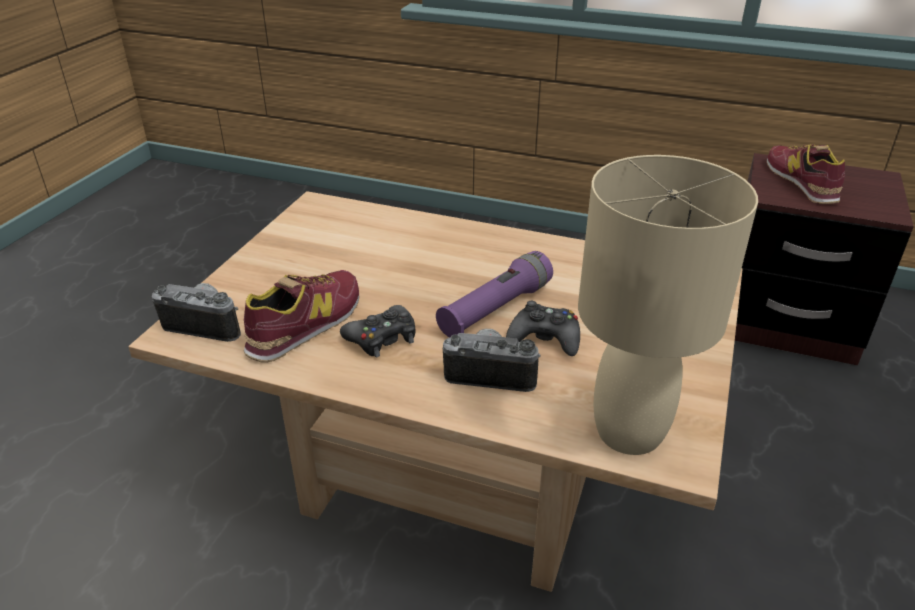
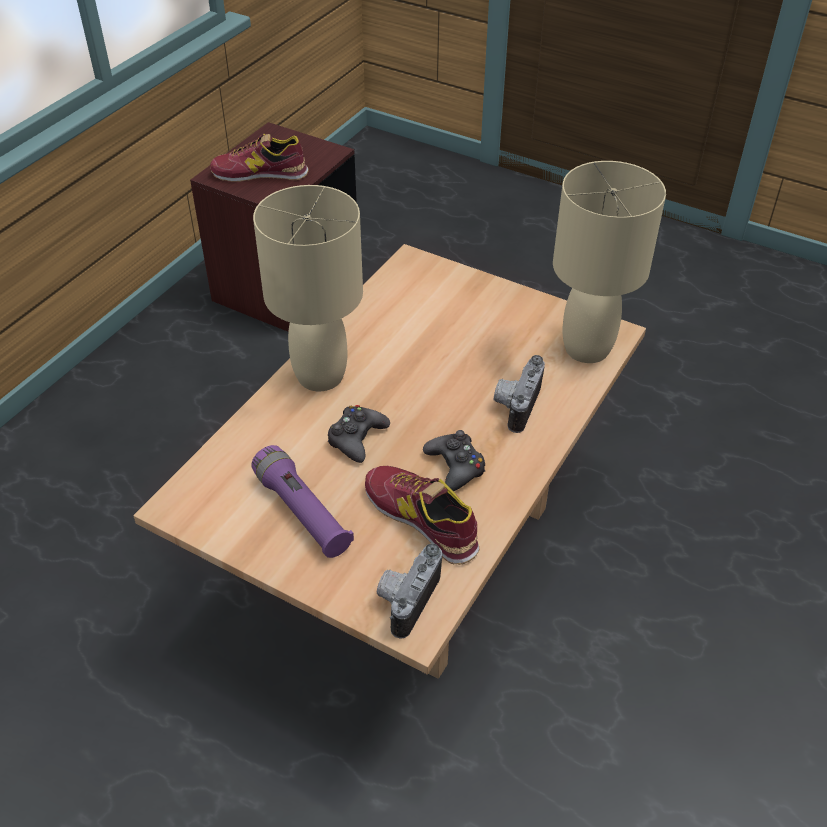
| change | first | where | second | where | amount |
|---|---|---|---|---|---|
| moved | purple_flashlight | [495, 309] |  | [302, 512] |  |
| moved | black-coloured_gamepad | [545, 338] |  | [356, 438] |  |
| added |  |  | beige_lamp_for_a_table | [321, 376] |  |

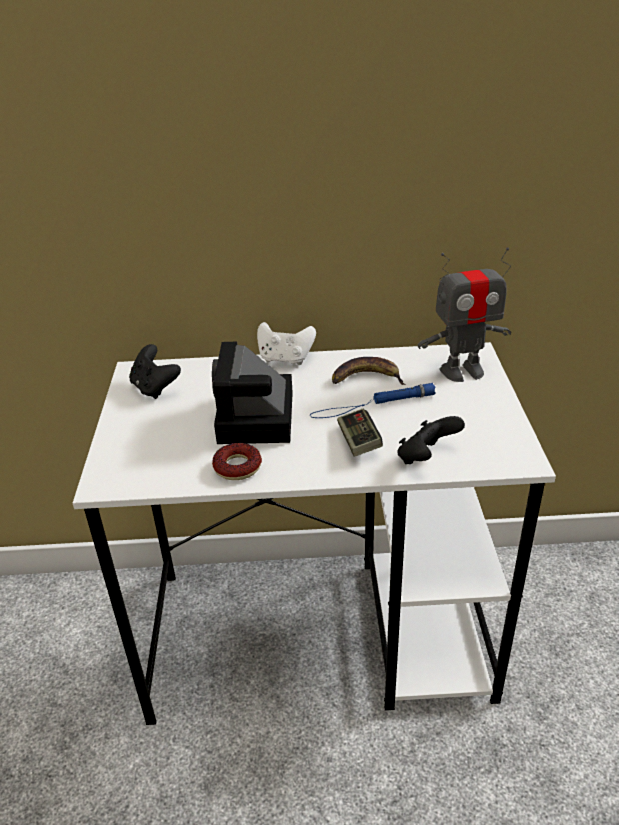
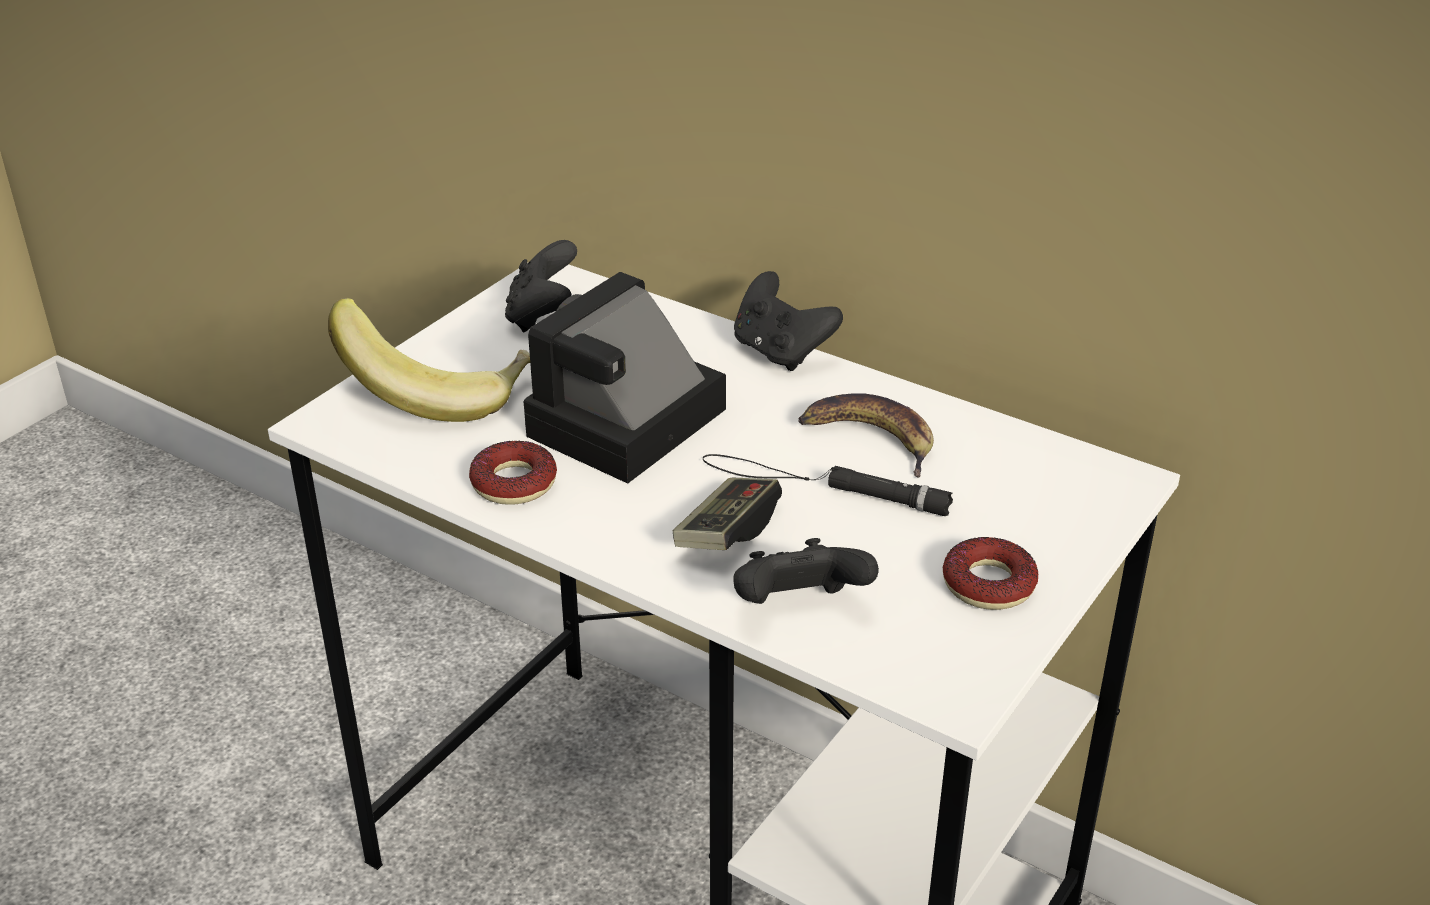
| change | first | where | second | where | amount |
|---|---|---|---|---|---|
| removed | toy_robot | [462, 371] |  |  |  |
| recoloured | white_gamepad | [285, 359] | black-coloured_gamepad | [780, 352] |  |
| recoloured | bluish_flashlight | [372, 405] | black-coloured_flashlight | [823, 486] |  |
| added |  |  | banana | [439, 393] |  |
| added |  |  | donut | [989, 584] |  |

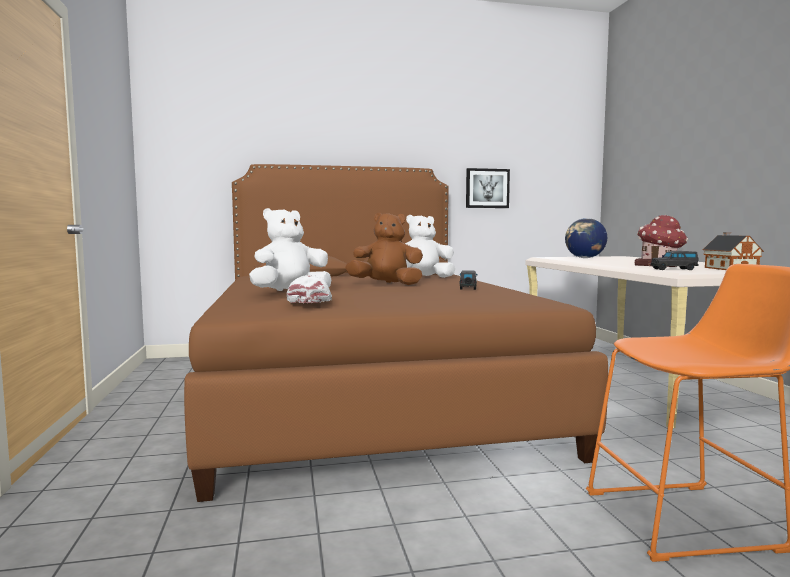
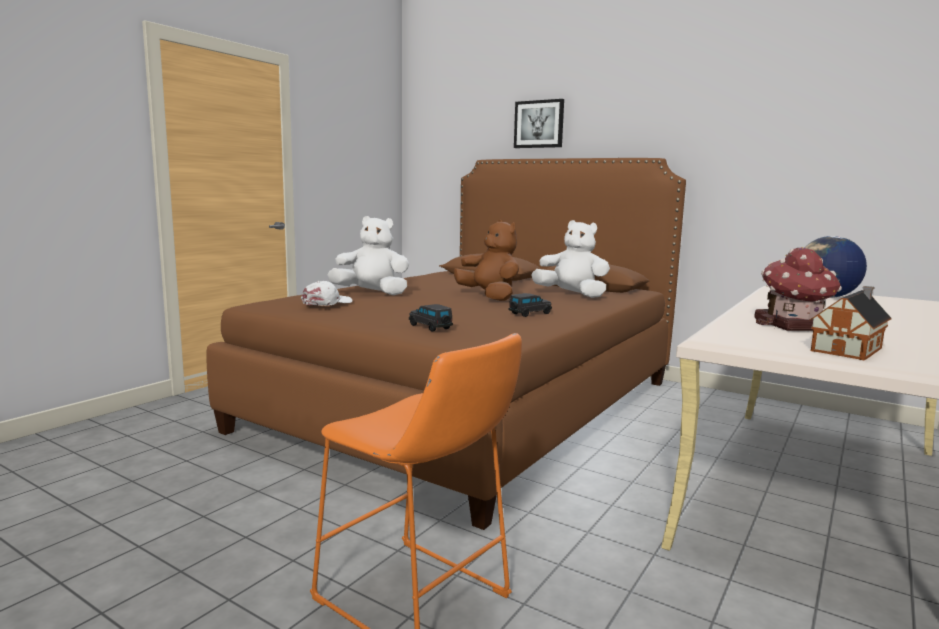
| change | first | where | second | where | amount |
|---|---|---|---|---|---|
| moved | wall_art | [487, 188] |  | [539, 124] |  |
| moved | black-coloured_model_car | [674, 269] |  | [430, 327] |  |

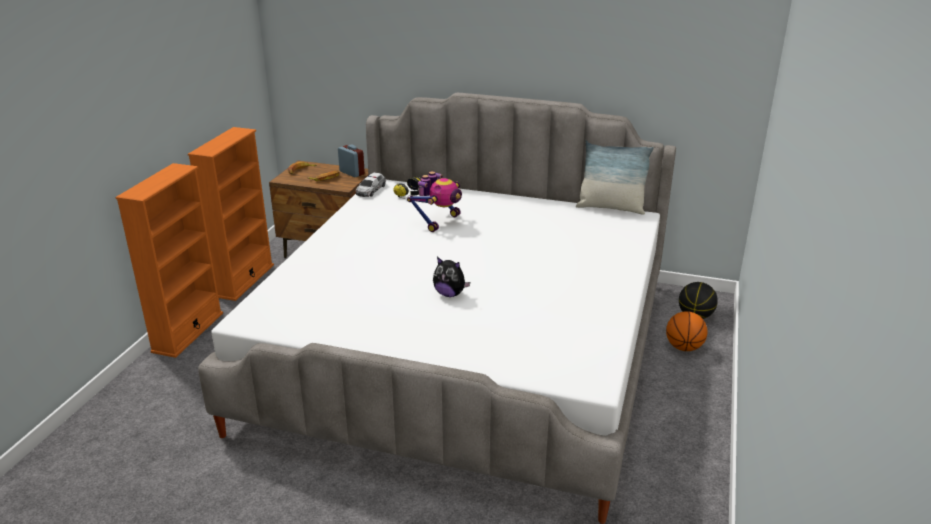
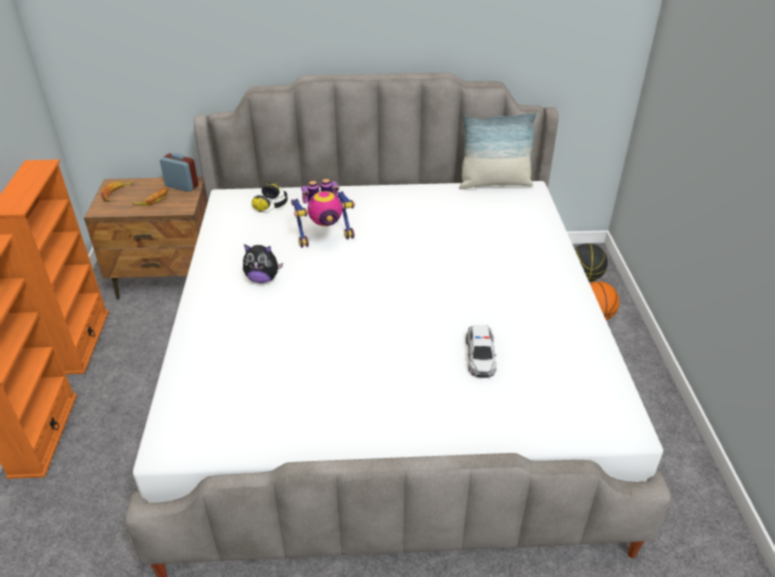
| change | first | where | second | where | amount |
|---|---|---|---|---|---|
| turned | toy_robot | [439, 221] |  | [325, 237] | 60 degrees clockwise |
| moved | model_car | [370, 190] |  | [480, 356] |  |
| moved | soft_toy | [450, 294] |  | [263, 279] |  |

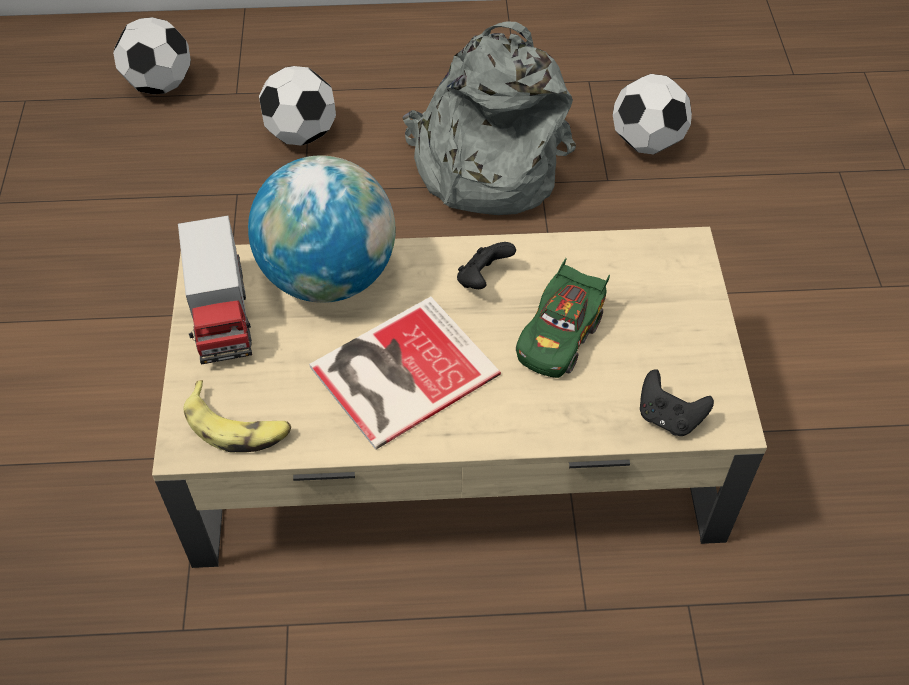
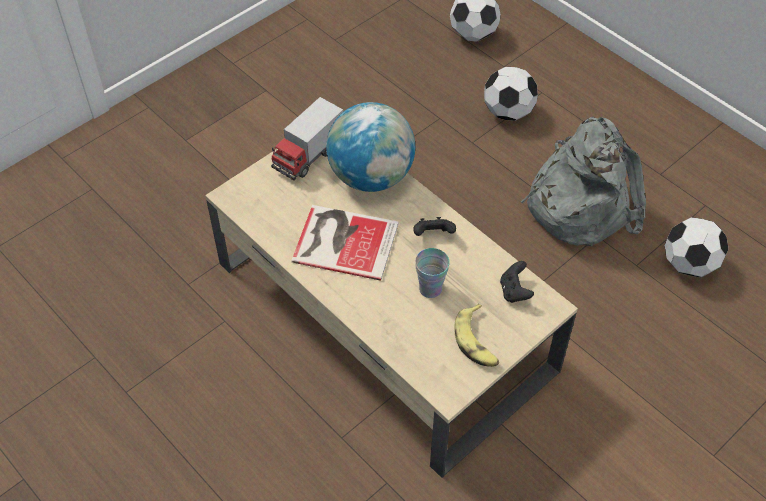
| change | first | where | second | where | amount |
|---|---|---|---|---|---|
| replaced | green-coloured_model_car | [560, 335] | small_cup | [430, 289] |  |
| moved | black-coloured_gamepad | [668, 417] |  | [514, 291] |  |
| moved | banana | [238, 426] |  | [477, 342] |  |

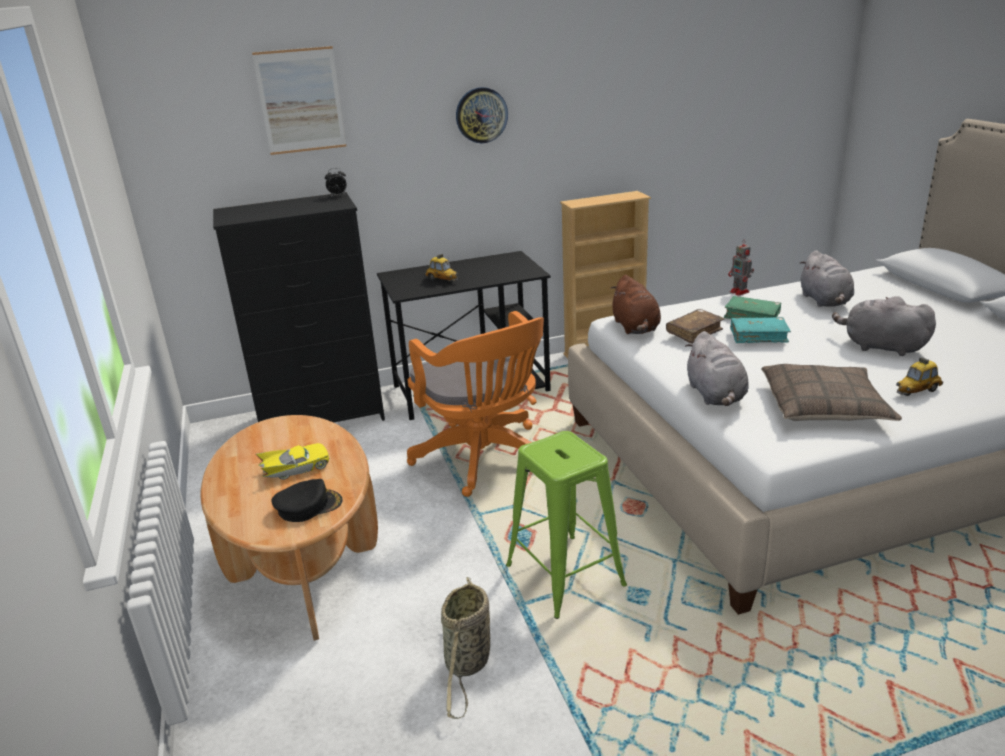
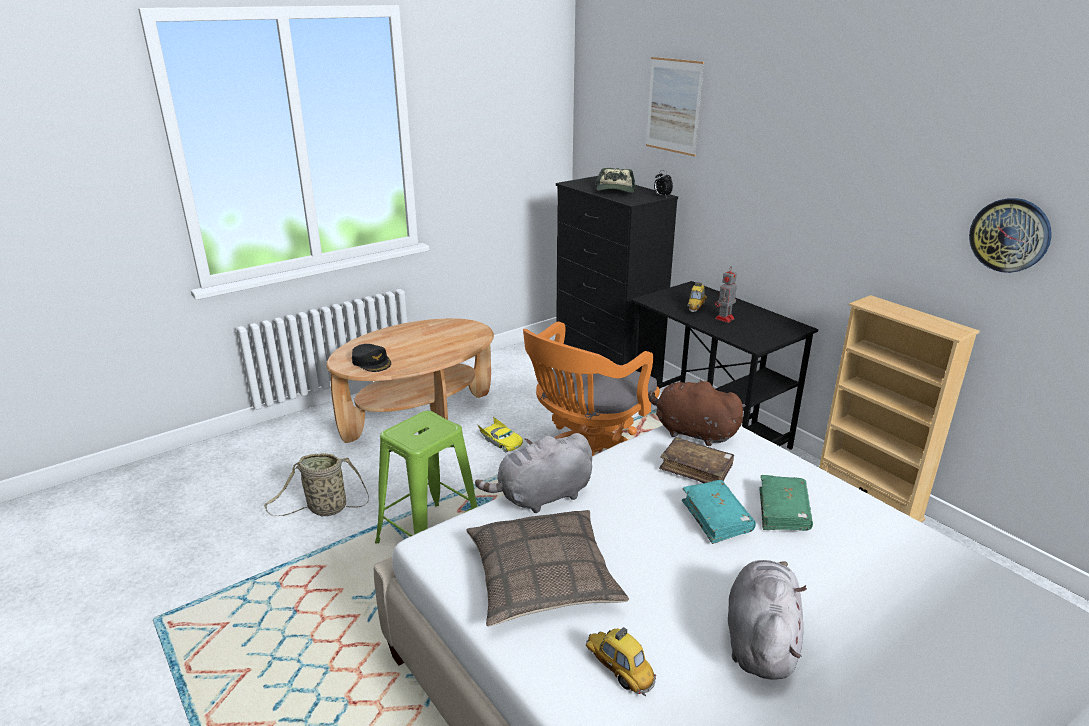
| change | first | where | second | where | amount |
|---|---|---|---|---|---|
| moved | wall_clock | [481, 115] |  | [1010, 235] |  |
| moved | toy_robot | [740, 292] |  | [724, 319] |  |
| removed | greyish_soft_toy | [825, 301] |  |  |  |
| turned | brown-coloured_soft_toy | [635, 328] |  | [692, 432] | 60 degrees clockwise |
| moved | yellow_model_car | [296, 469] |  | [501, 441] |  |
| added |  |  | cap | [615, 191] |  |

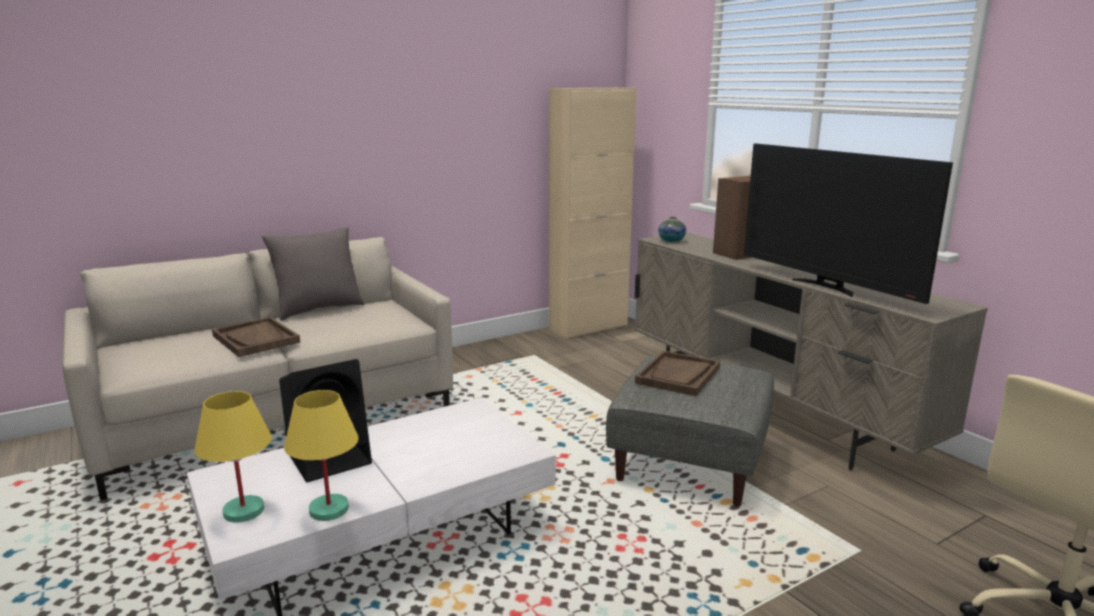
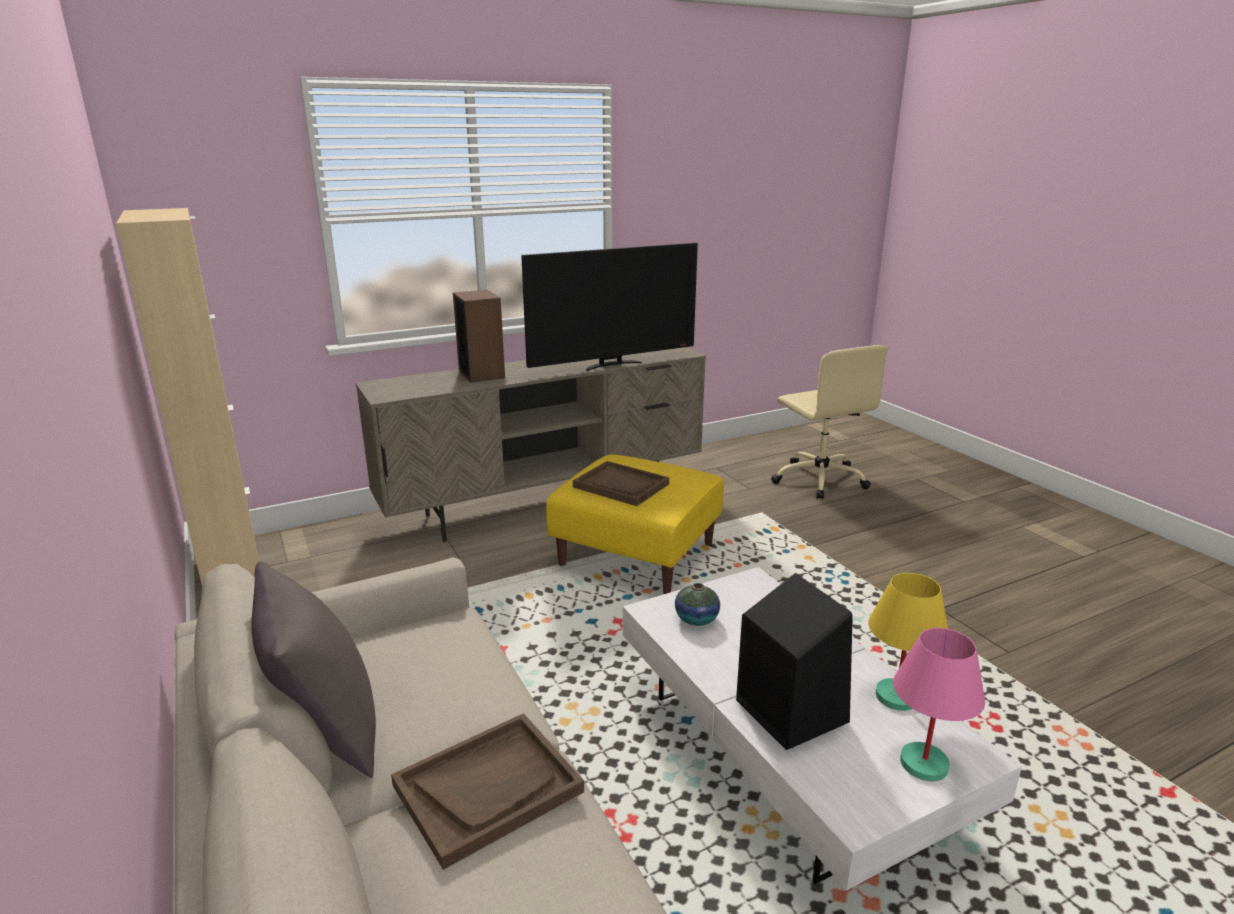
| change | first | where | second | where | amount |
|---|---|---|---|---|---|
| moved | decorative_vase | [671, 241] |  | [696, 619] |  |
| recoloured | greyish_pouffe | [691, 462] | yellow_pouffe | [637, 554] |  |
| recoloured | yellow_lamp_for_a_table | [244, 511] | pink-coloured_lamp_for_a_table | [922, 763] |  |

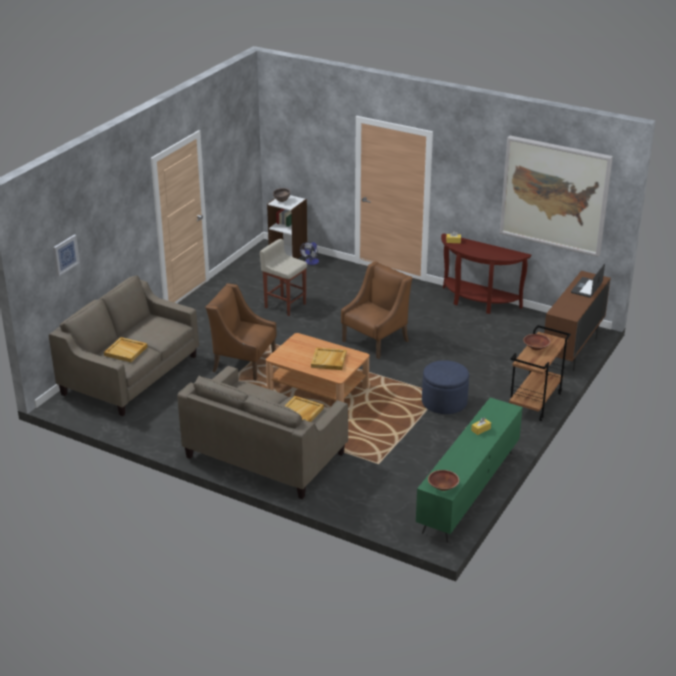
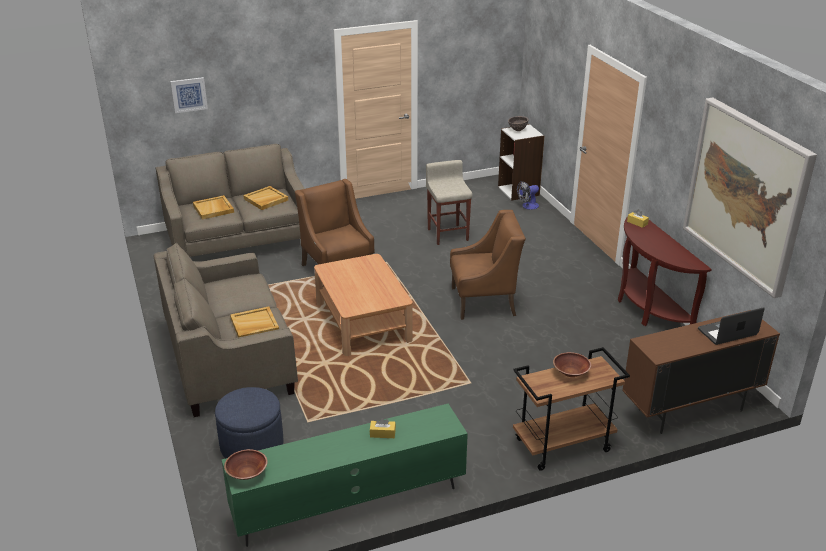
| change | first | where | second | where | amount |
|---|---|---|---|---|---|
| moved | beige_carrying_tray | [329, 360] |  | [266, 200] |  |
| moved | bluish_pouffe | [444, 402] |  | [252, 445] |  |

